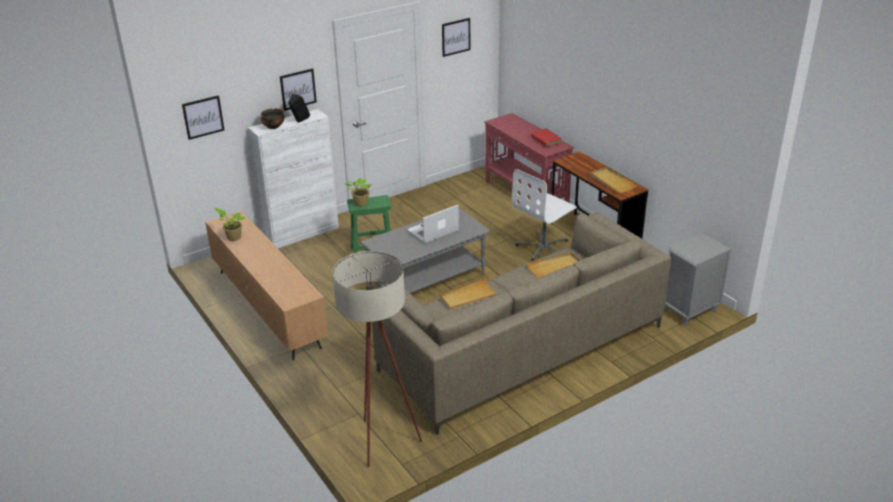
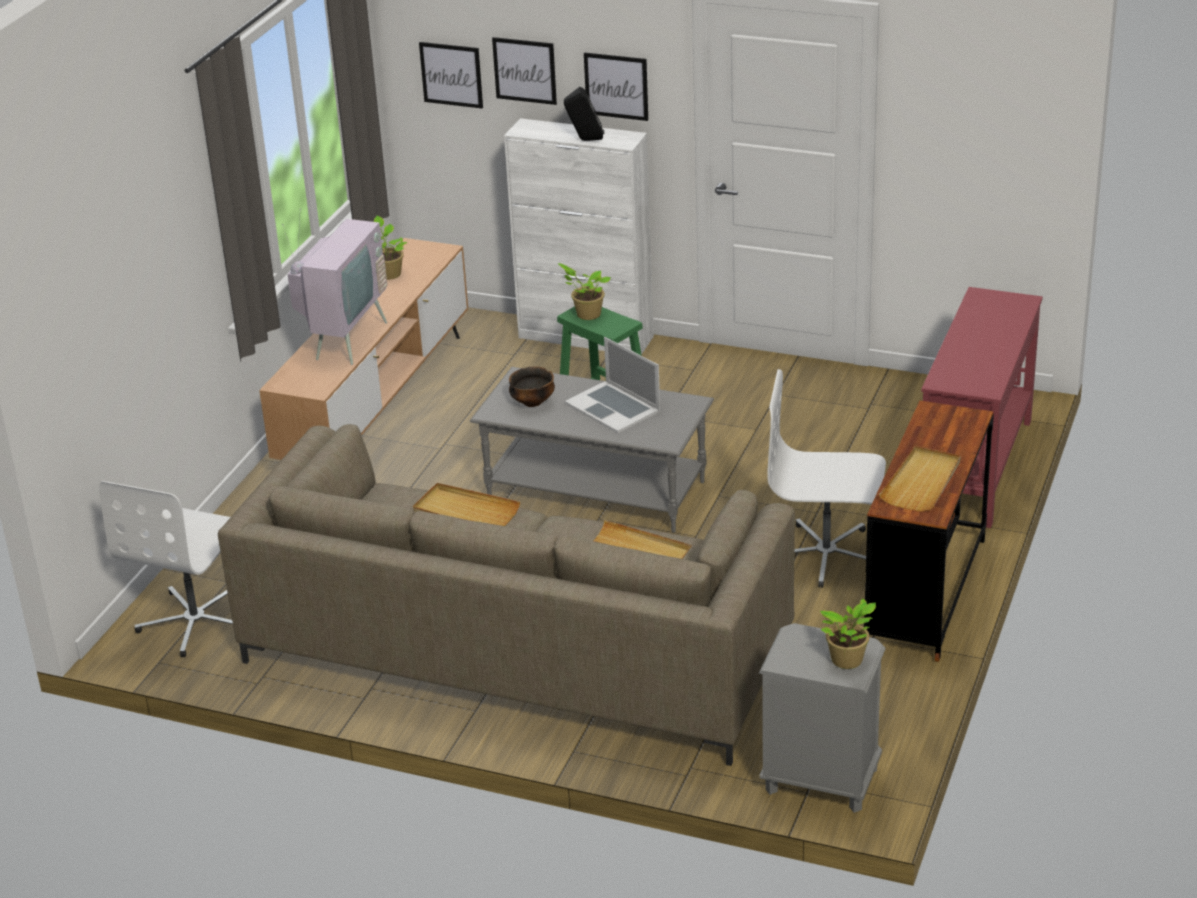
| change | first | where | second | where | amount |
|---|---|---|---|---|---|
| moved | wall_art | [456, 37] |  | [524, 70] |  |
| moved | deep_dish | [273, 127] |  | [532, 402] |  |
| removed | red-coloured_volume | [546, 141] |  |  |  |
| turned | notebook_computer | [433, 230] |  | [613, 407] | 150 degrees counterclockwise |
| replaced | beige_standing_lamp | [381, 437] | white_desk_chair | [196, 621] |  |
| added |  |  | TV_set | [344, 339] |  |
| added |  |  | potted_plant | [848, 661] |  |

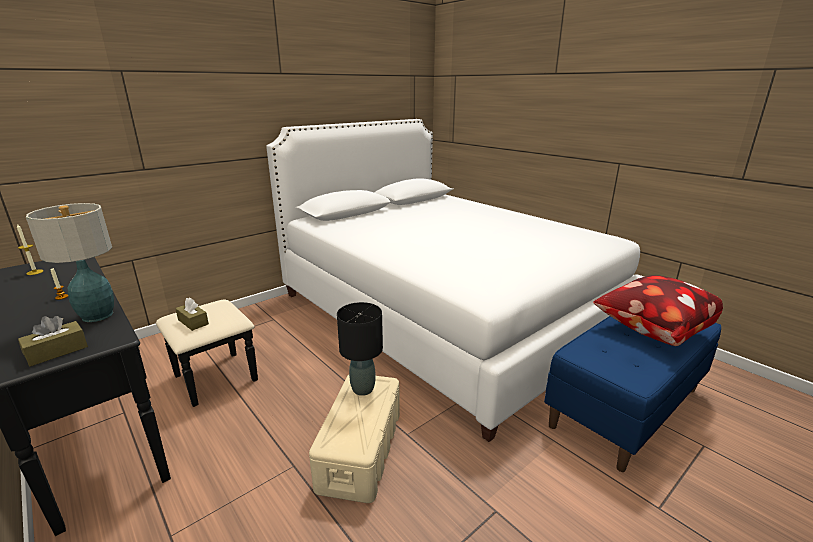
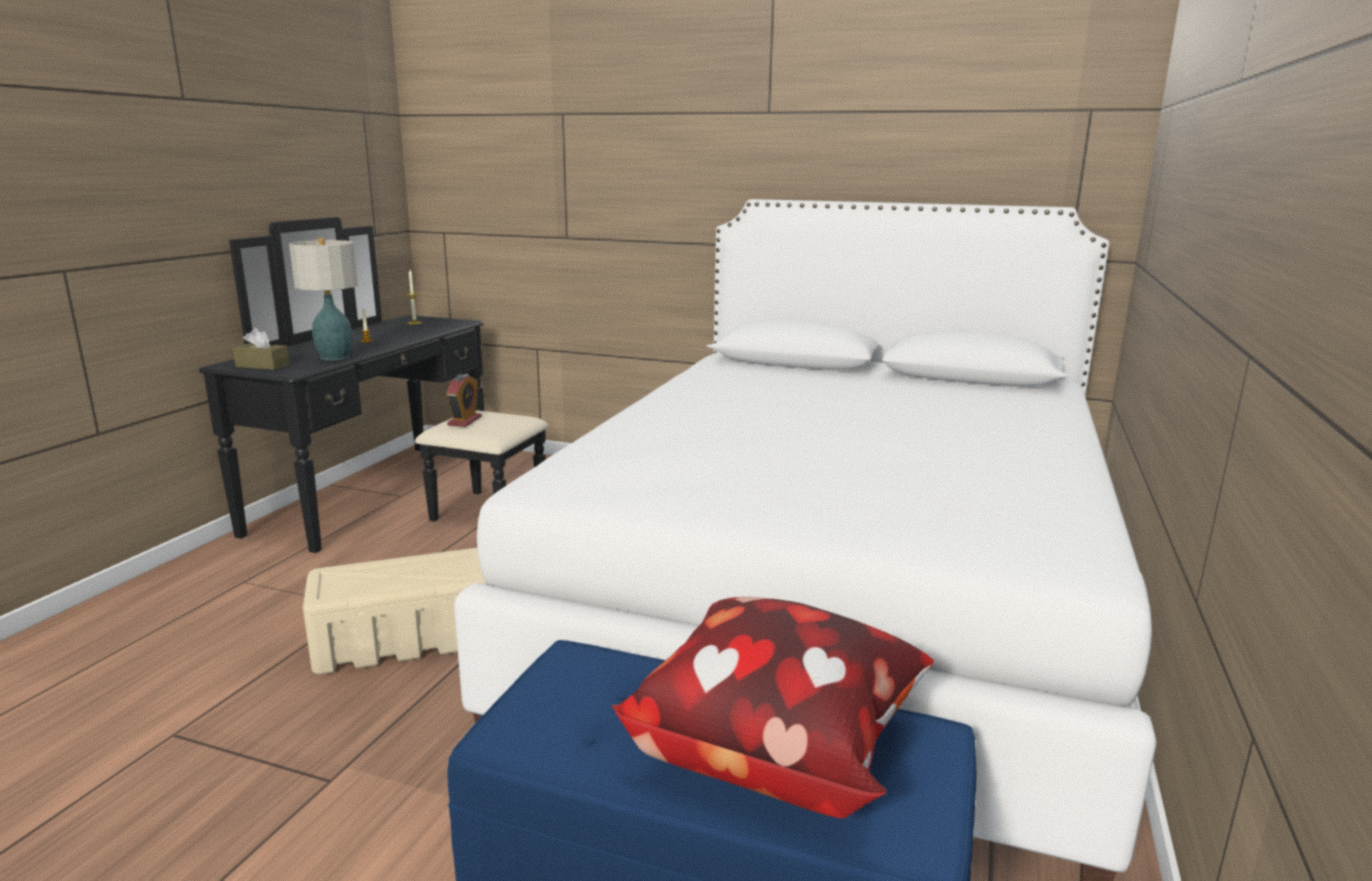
| change | first | where | second | where | amount |
|---|---|---|---|---|---|
| replaced | brown-coloured_tissue_box | [193, 322] | bedside_clock | [464, 421] |  |
| removed | black-coloured_lamp_for_a_table | [363, 389] |  |  |  |

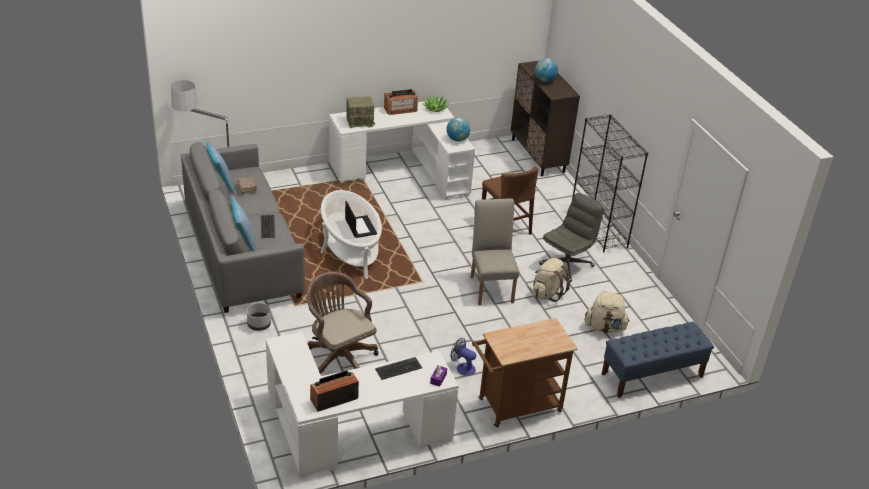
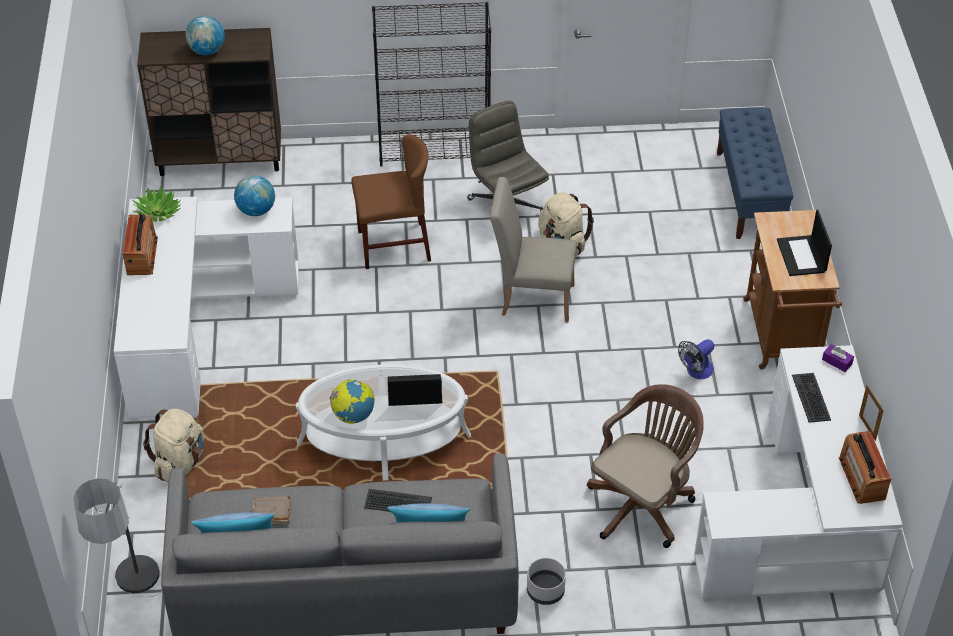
| change | first | where | second | where | amount |
|---|---|---|---|---|---|
| removed | radio_set | [360, 122] |  |  |  |
| turned | brown-coloured_desk_chair | [339, 356] |  | [643, 503] | 150 degrees clockwise |
| moved | beige_rucksack | [604, 327] |  | [180, 462] |  |
| added |  |  | notebook_computer | [802, 256] |  |
| added |  |  | globe | [353, 415] |  |
| added |  |  | photo_frame | [867, 428] |  |

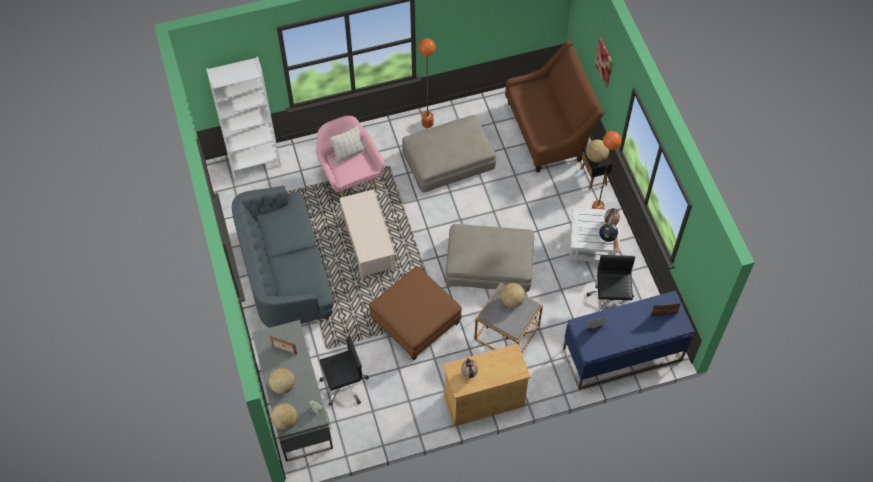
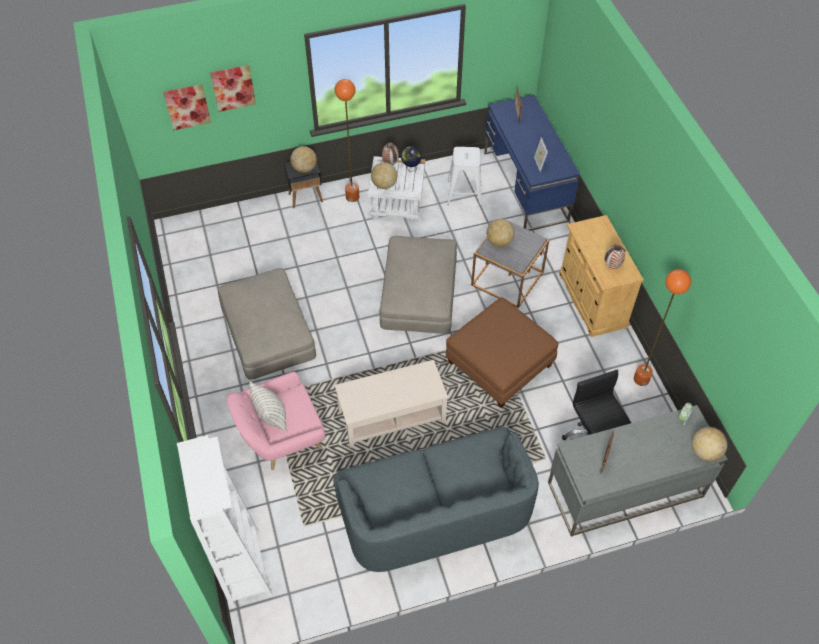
| change | first | where | second | where | amount |
|---|---|---|---|---|---|
| moved | orangey_standing_lamp | [427, 123] |  | [641, 379] |  |
| removed | brown-coloured_settee | [549, 130] |  |  |  |
| replaced | black-coloured_desk_chair | [610, 301] | white_sitting_stool | [464, 192] |  |
| moved | globe | [283, 386] |  | [384, 185] |  |
| added |  |  | wall_art | [187, 106] |  |

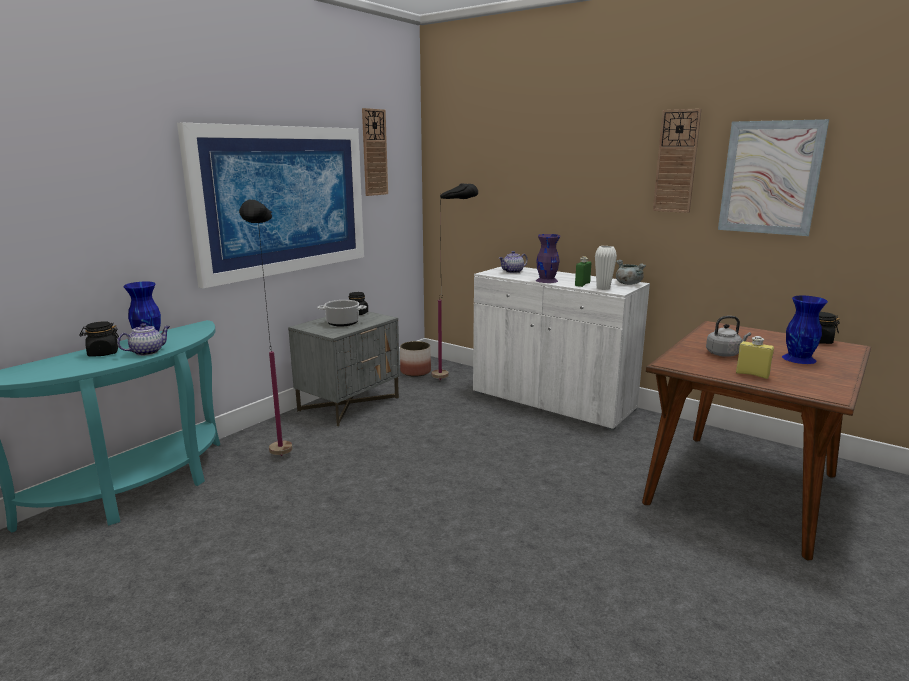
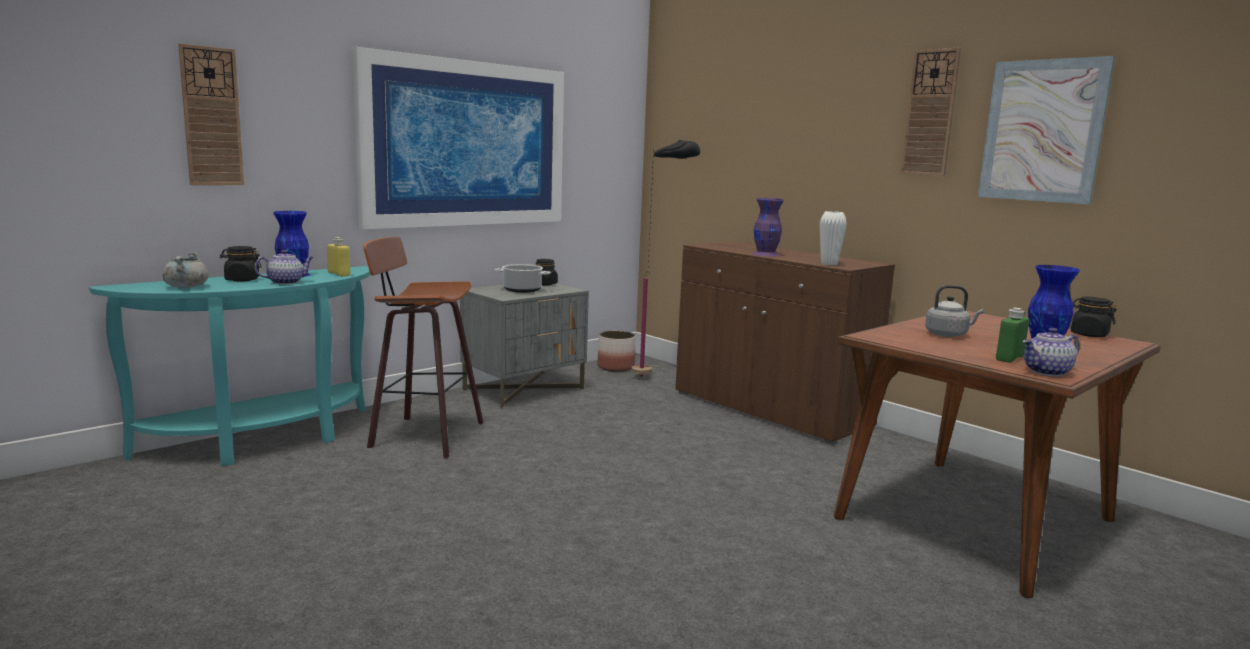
| change | first | where | second | where | amount |
|---|---|---|---|---|---|
| moved | wall_clock | [374, 152] |  | [211, 117] |  |
| replaced | black-coloured_standing_lamp | [281, 465] | sitting_stool | [423, 435] |  |
| moved | pot_for_tea | [513, 272] |  | [1047, 372] |  |
| moved | green-coloured_drink_bottle | [582, 284] |  | [1009, 358] |  |
| moved | greyish_cooking_pot | [628, 284] |  | [186, 287] |  |
| recoloured | white_cabinet | [552, 401] | brown-coloured_cabinet | [769, 409] |  |
| moved | yellow_drink_bottle | [752, 374] |  | [339, 274] |  |

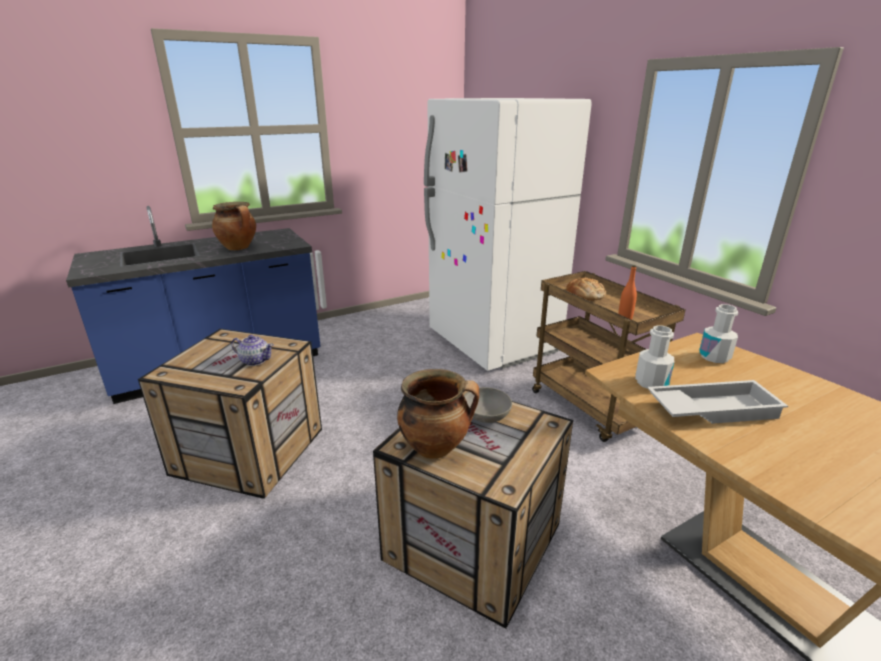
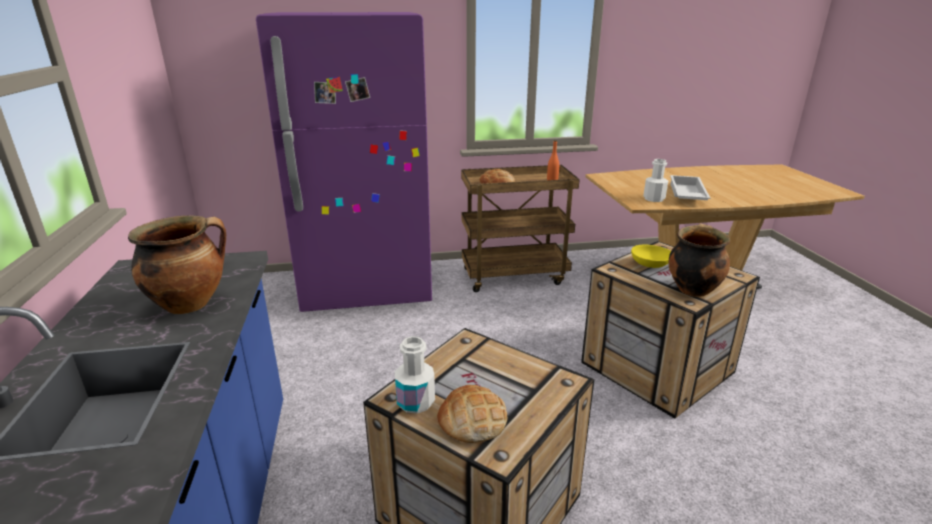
| change | first | where | second | where | amount |
|---|---|---|---|---|---|
| recoloured | white_kitchen_fridge | [493, 342] | purple_kitchen_fridge | [367, 288] |  |
| moved | white_drink_bottle | [714, 357] |  | [415, 402] |  |
| removed | pot_for_tea | [255, 361] |  |  |  |
| recoloured | greyish_deep_dish | [487, 416] | yellow_deep_dish | [649, 265] |  |
| added |  |  | baked_bread | [472, 420] |  |

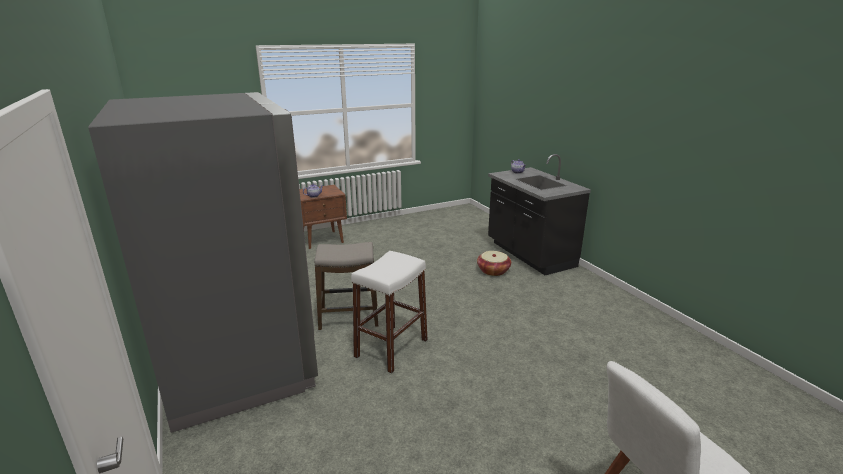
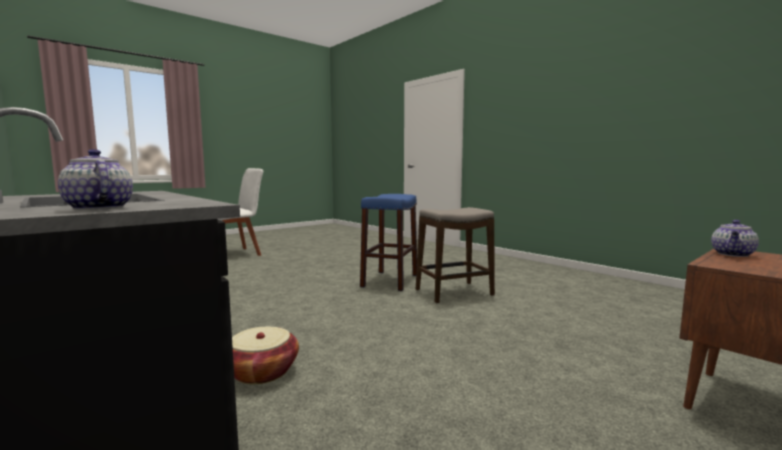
| change | first | where | second | where | amount |
|---|---|---|---|---|---|
| removed | greyish_kitchen_fridge | [238, 363] |  |  |  |
| recoloured | white_sitting_stool | [391, 348] | bluish_sitting_stool | [390, 280] |  |

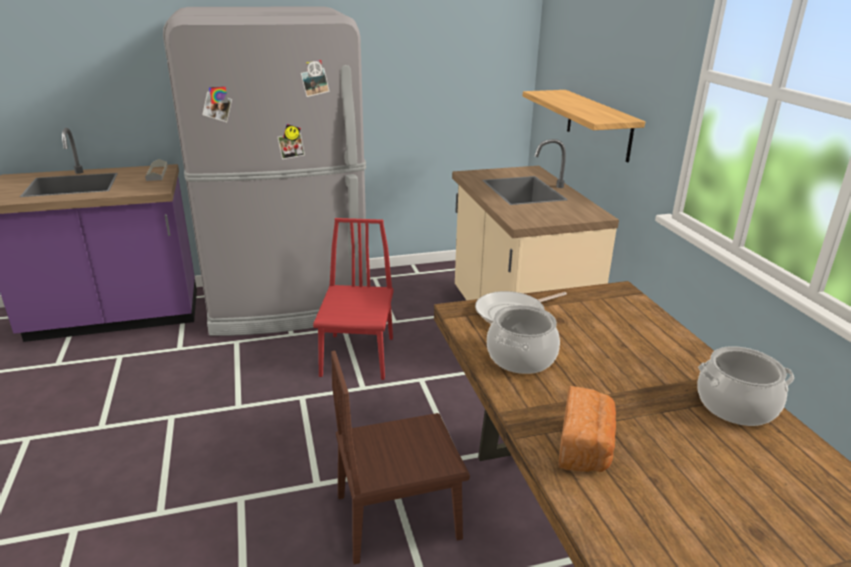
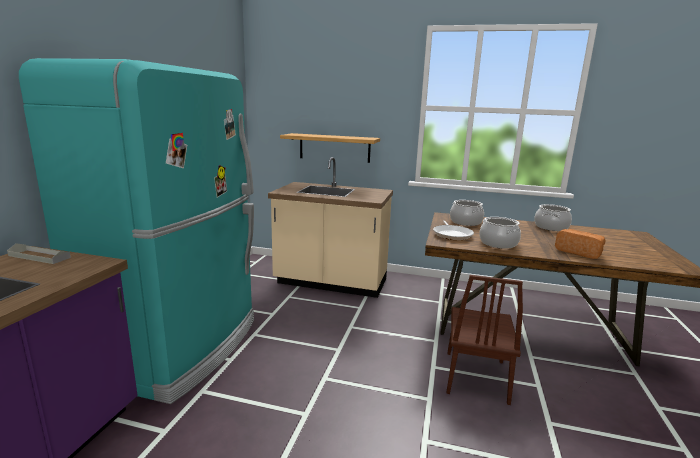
| change | first | where | second | where | amount |
|---|---|---|---|---|---|
| recoloured | greyish_kitchen_fridge | [288, 304] | blue-green_kitchen_fridge | [180, 347] |  |
| removed | red-coloured_plain_chair | [357, 356] |  |  |  |
| added |  |  | cooking_pot | [466, 222] |  |

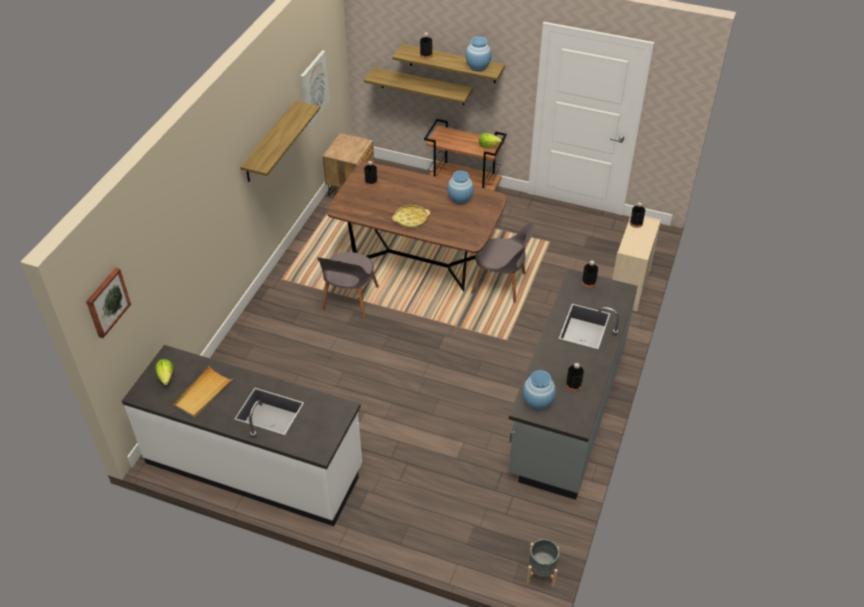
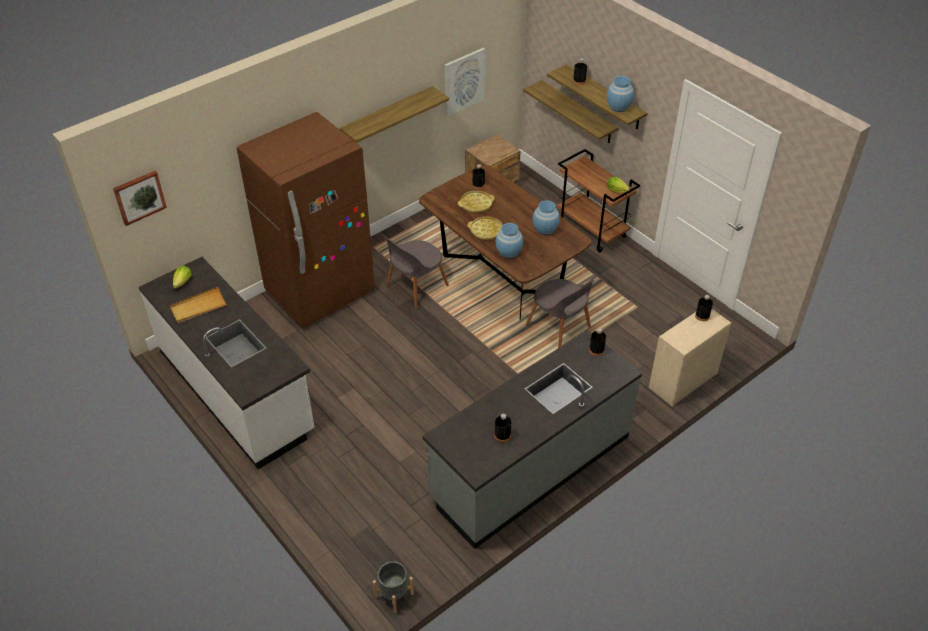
| change | first | where | second | where | amount |
|---|---|---|---|---|---|
| moved | bluish_decorative_vase | [538, 402] |  | [509, 252] |  |
| added |  |  | brown-coloured_kitchen_fridge | [320, 292] |  |
| added |  |  | yellow_carrying_tray | [476, 204] |  |

